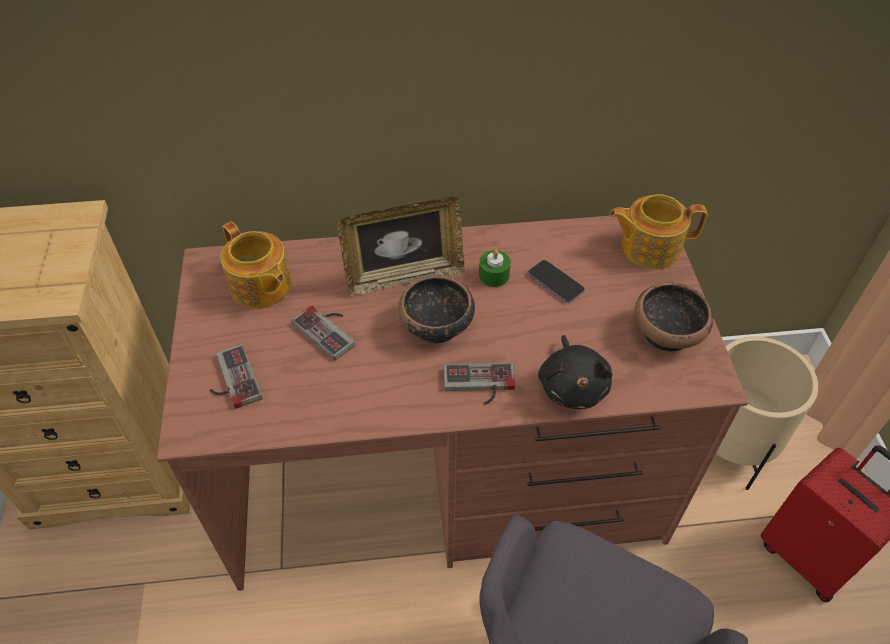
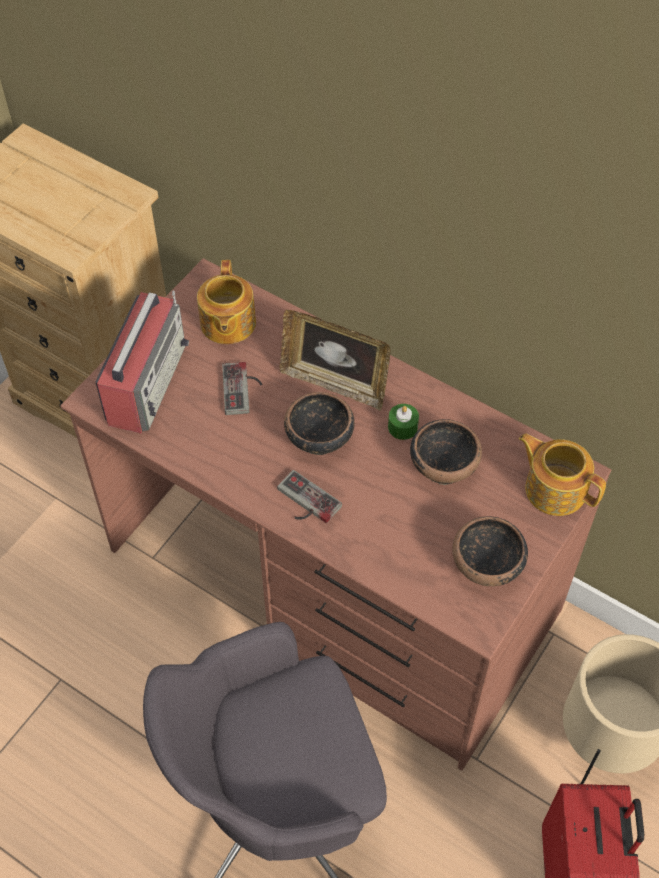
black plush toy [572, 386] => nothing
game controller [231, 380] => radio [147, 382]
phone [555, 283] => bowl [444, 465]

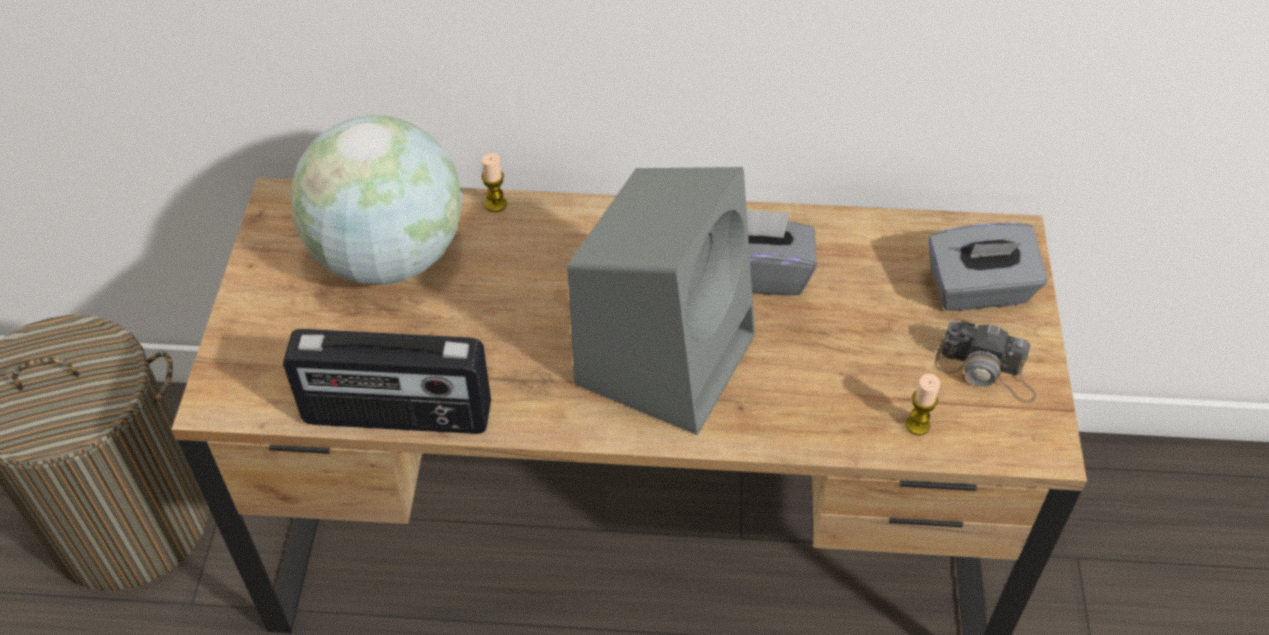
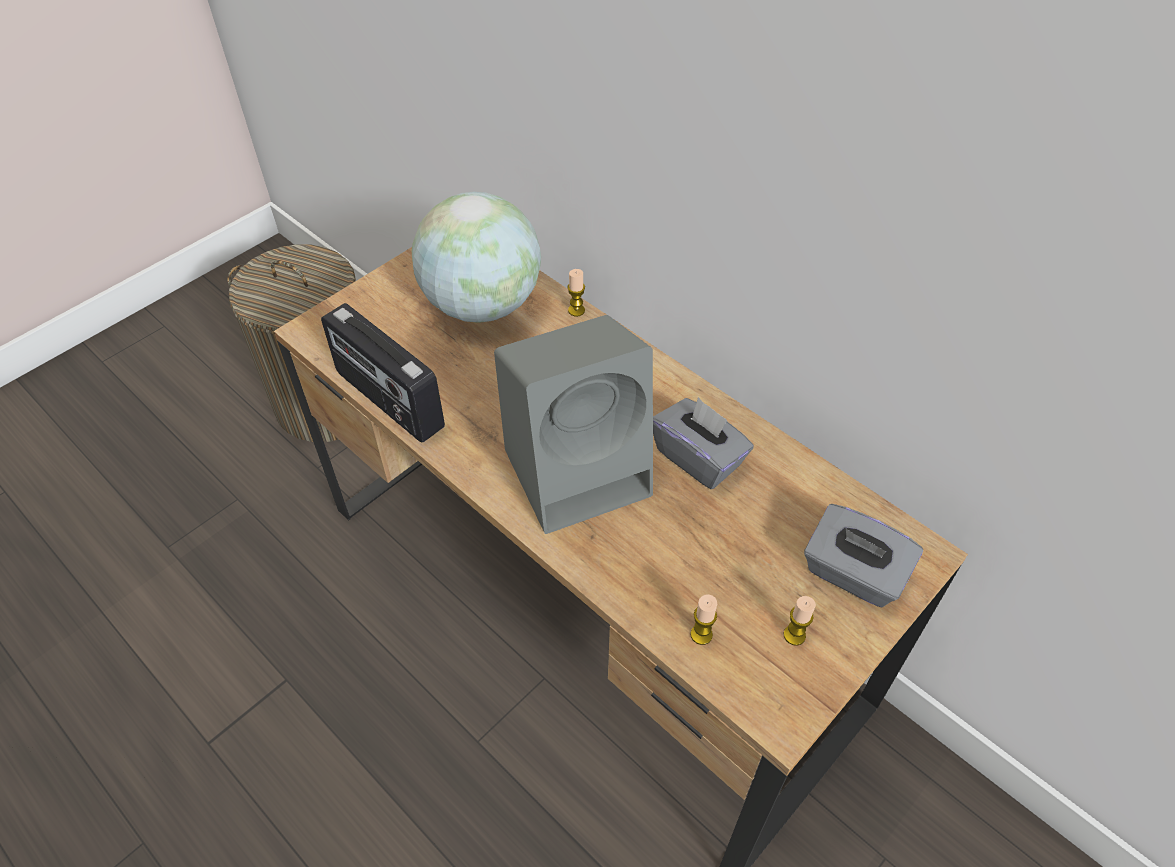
photo camera [986, 372] => candle [794, 635]

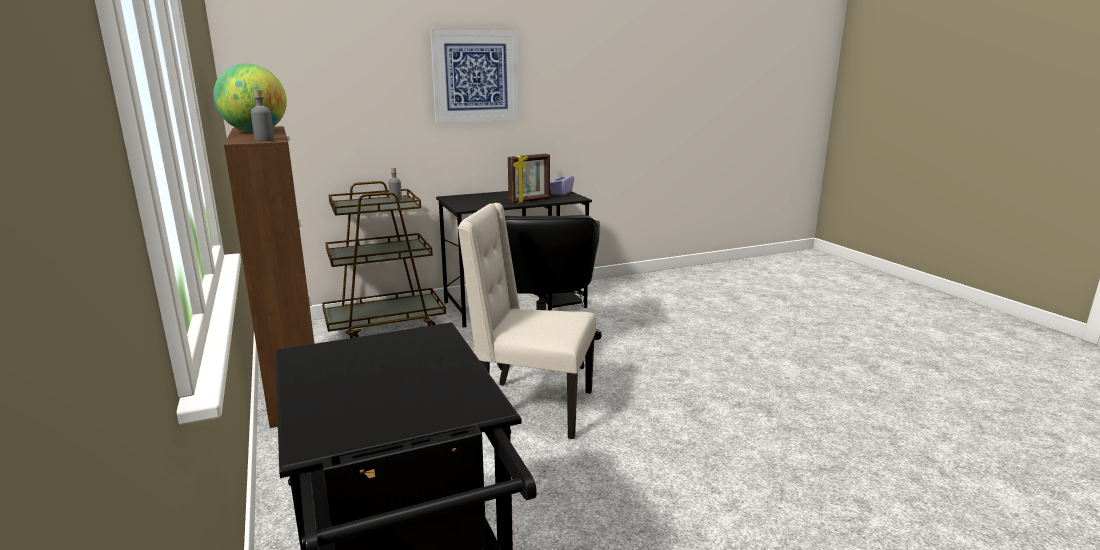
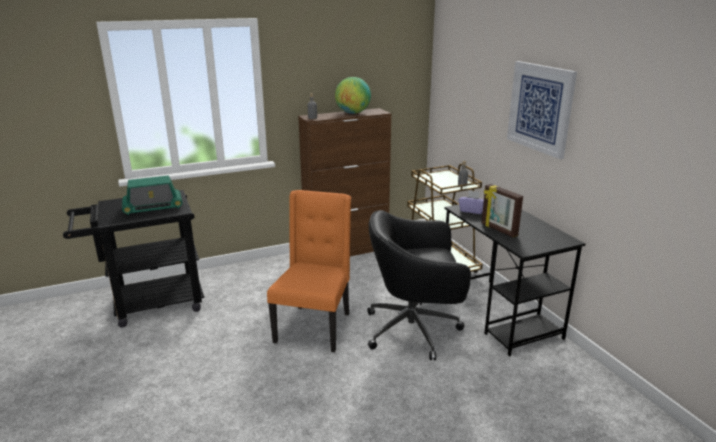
nothing => radio [153, 207]
purple tissue box [561, 193] => purple tissue box [472, 210], moved
beige chair [532, 408] => orange chair [314, 327]

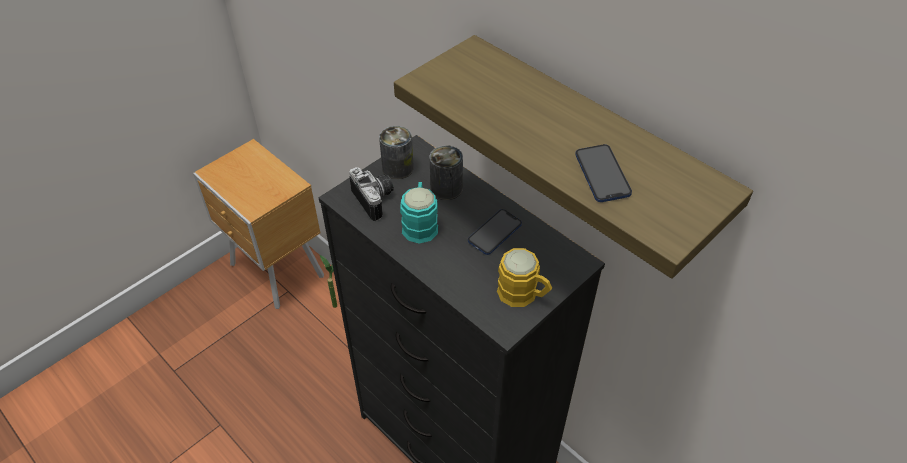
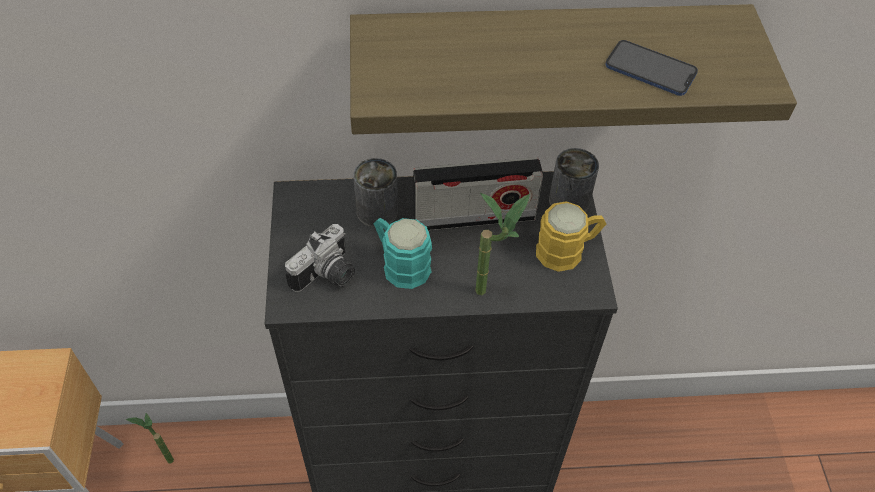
nothing => potted plant [492, 290]
can [397, 168] => can [569, 200], moved
phone [495, 233] => radio [474, 217]
photo camera [376, 199] => photo camera [327, 276], 120 degrees clockwise

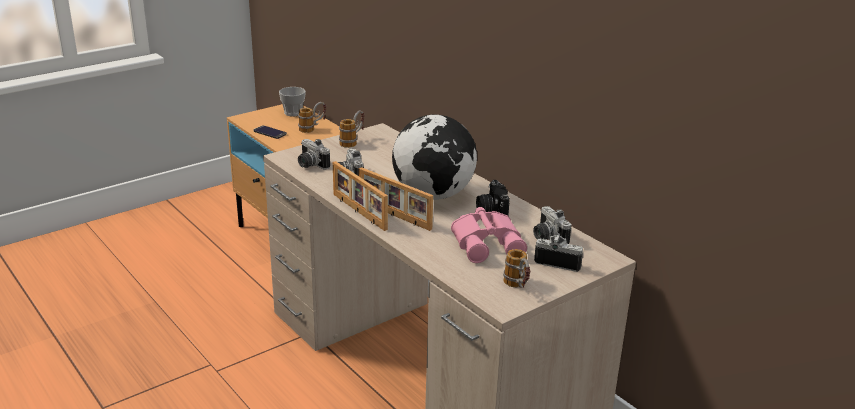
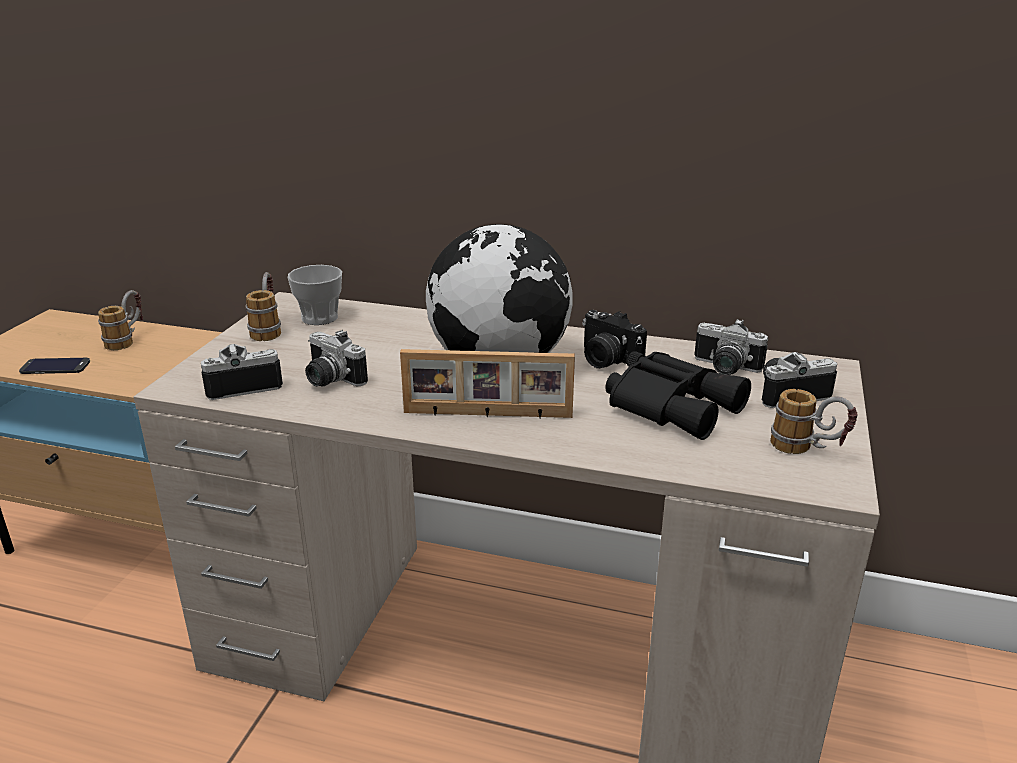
picture frame [358, 212] => nothing
cup [293, 113] => cup [319, 318], moved
pink binoculars [488, 243] => black binoculars [672, 404]
photo camera [310, 165] => photo camera [243, 384], 150 degrees clockwise

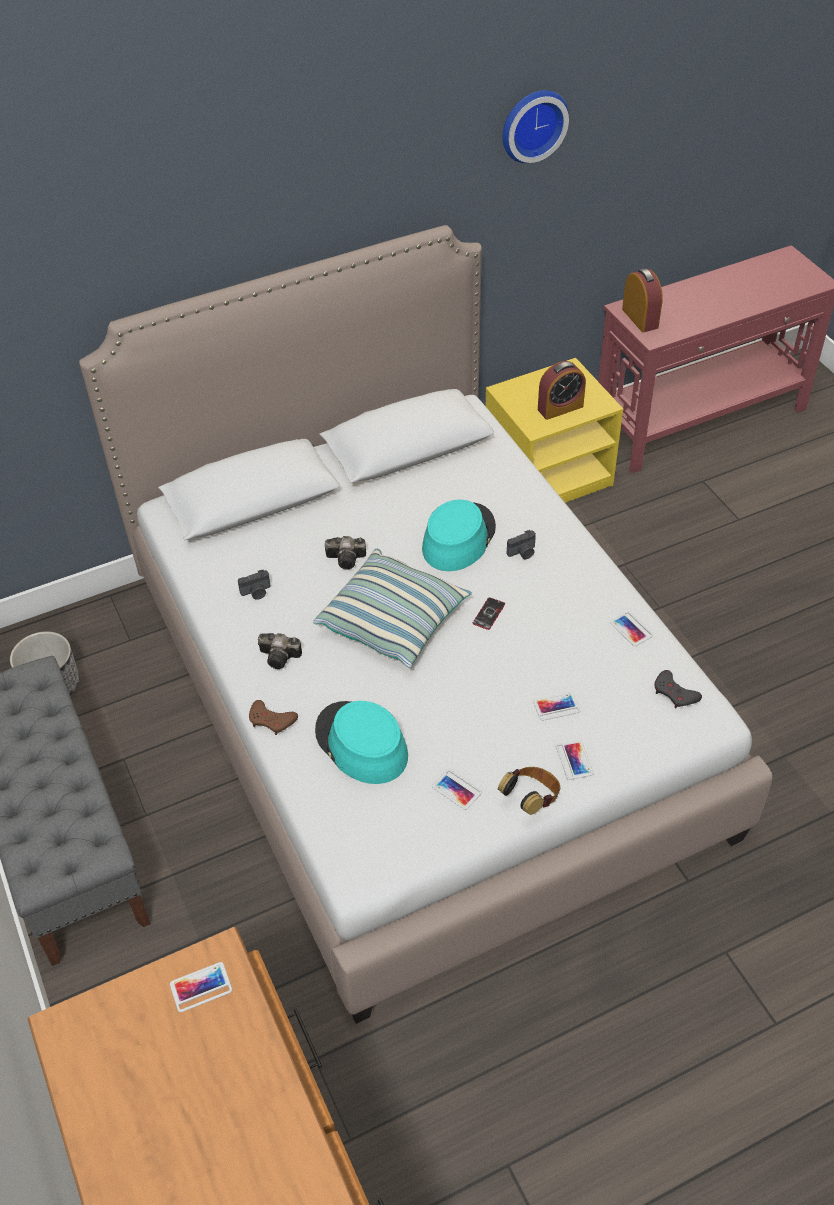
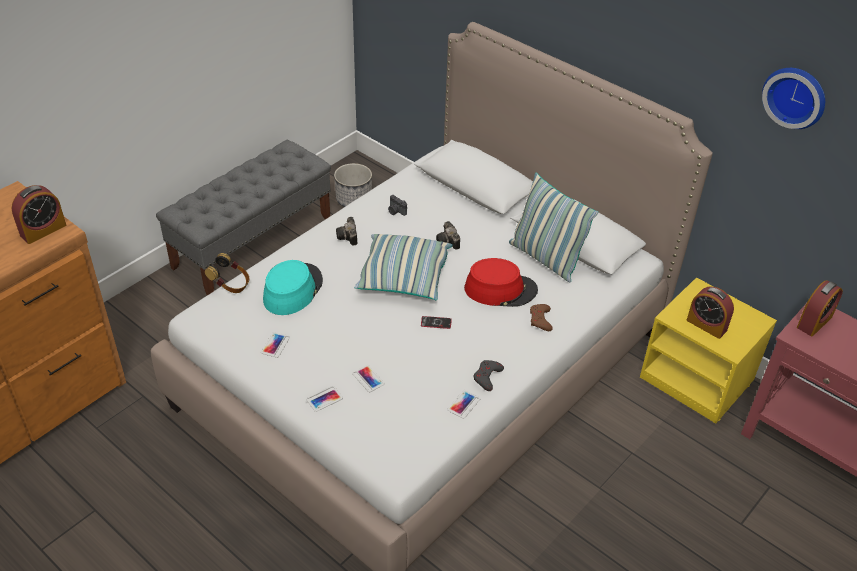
photo camera [523, 553] => nothing
nothing => pillow [545, 258]
brown game controller [271, 720] => brown game controller [540, 320], moved
headphones [531, 799] => headphones [231, 285], moved
grey game controller [675, 693] => grey game controller [487, 377], moved
phone [201, 987] => alarm clock [43, 230]
turquoise hat [458, 538] => red hat [500, 289]

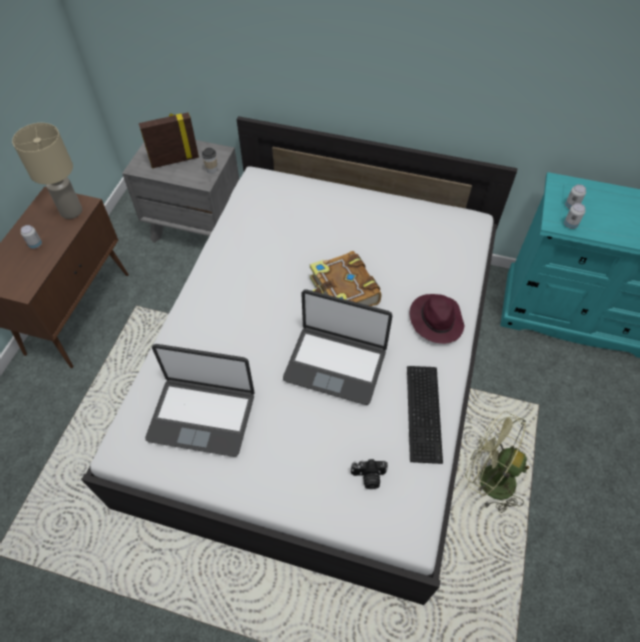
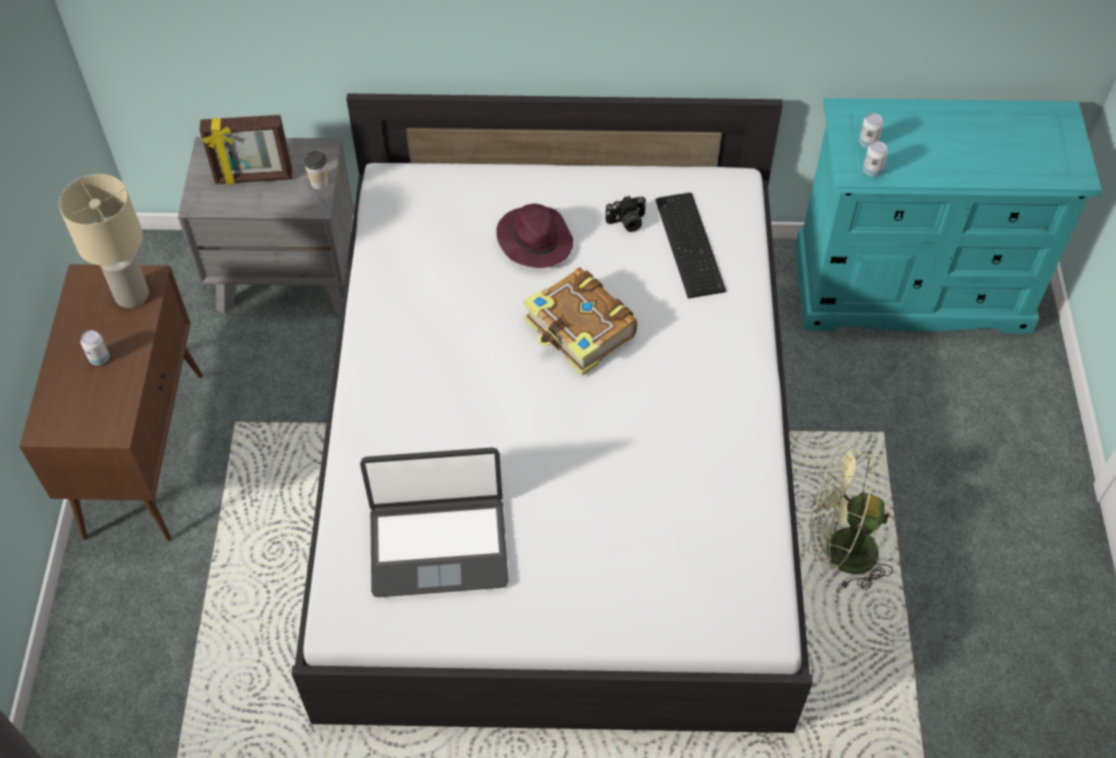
laptop [335, 364] => nothing
photo camera [368, 477] => photo camera [627, 222], moved
keyboard [425, 411] => keyboard [691, 243], moved
purple hat [435, 320] => purple hat [534, 240], moved
picture frame [174, 160] => picture frame [254, 178], 150 degrees counterclockwise

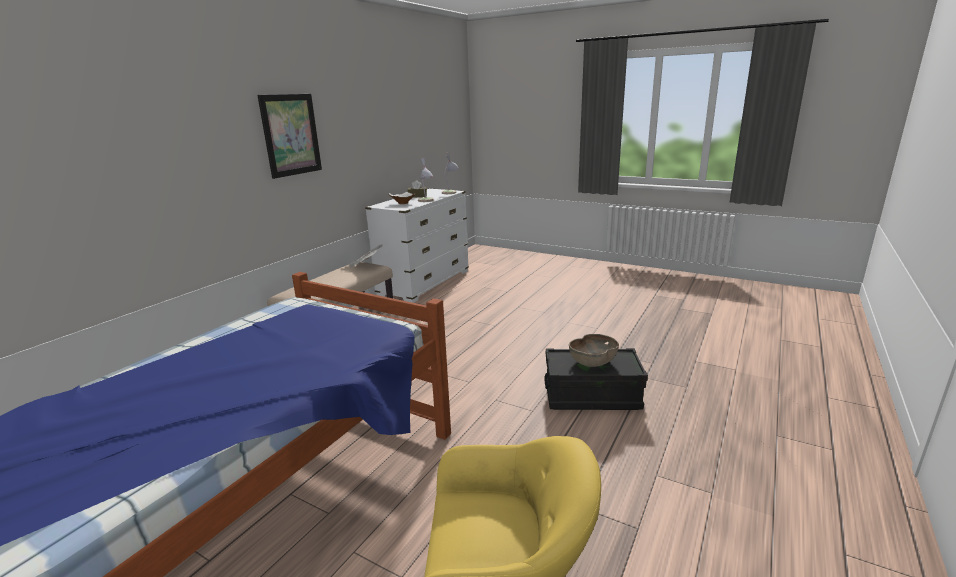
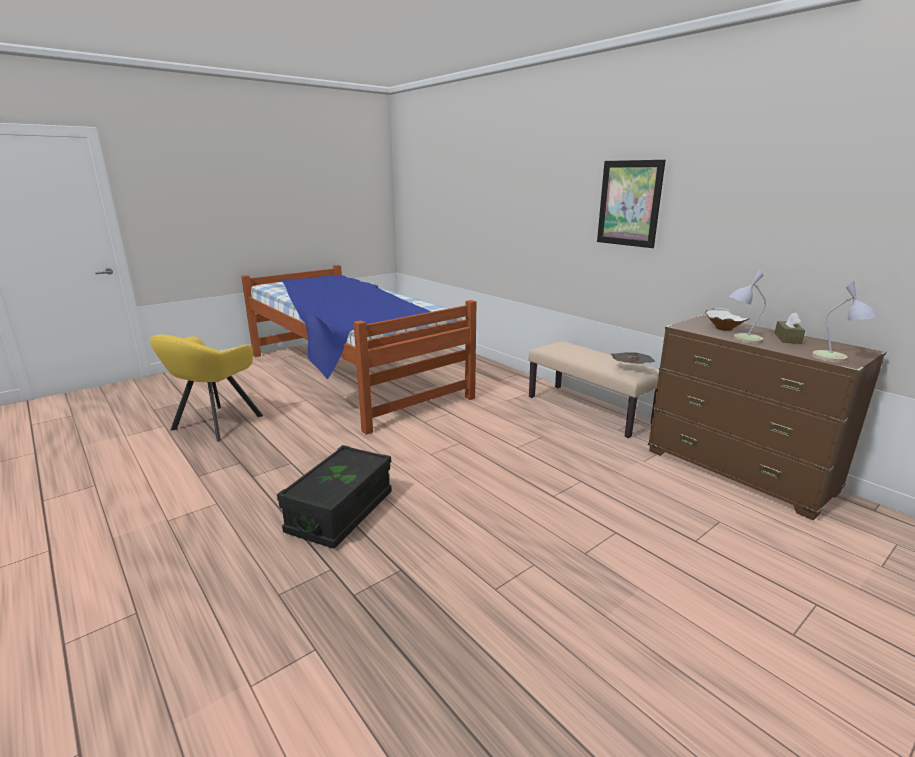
brown bowl [593, 362] => nothing
white dresser [425, 283] => brown dresser [738, 471]

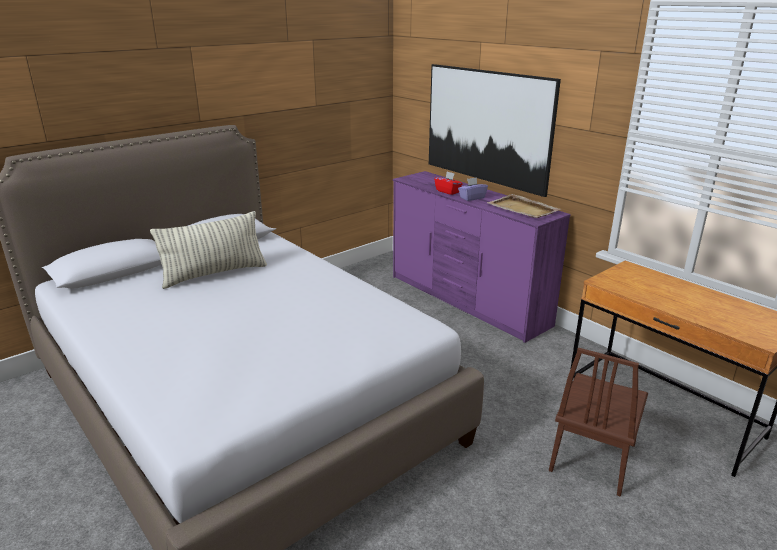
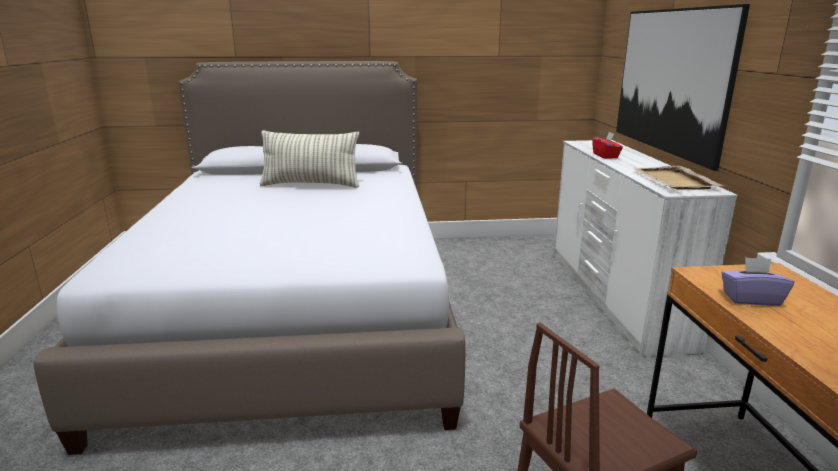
purple tissue box [472, 198] => purple tissue box [751, 299], moved
purple dresser [467, 301] => white dresser [614, 296]

